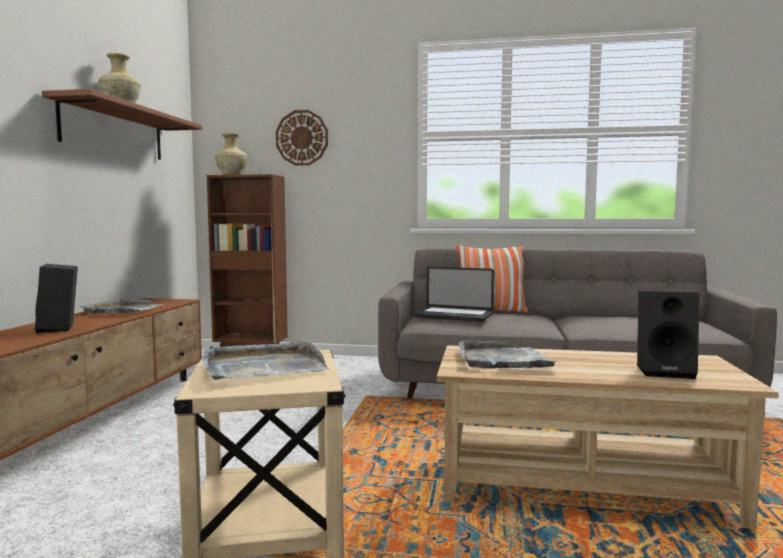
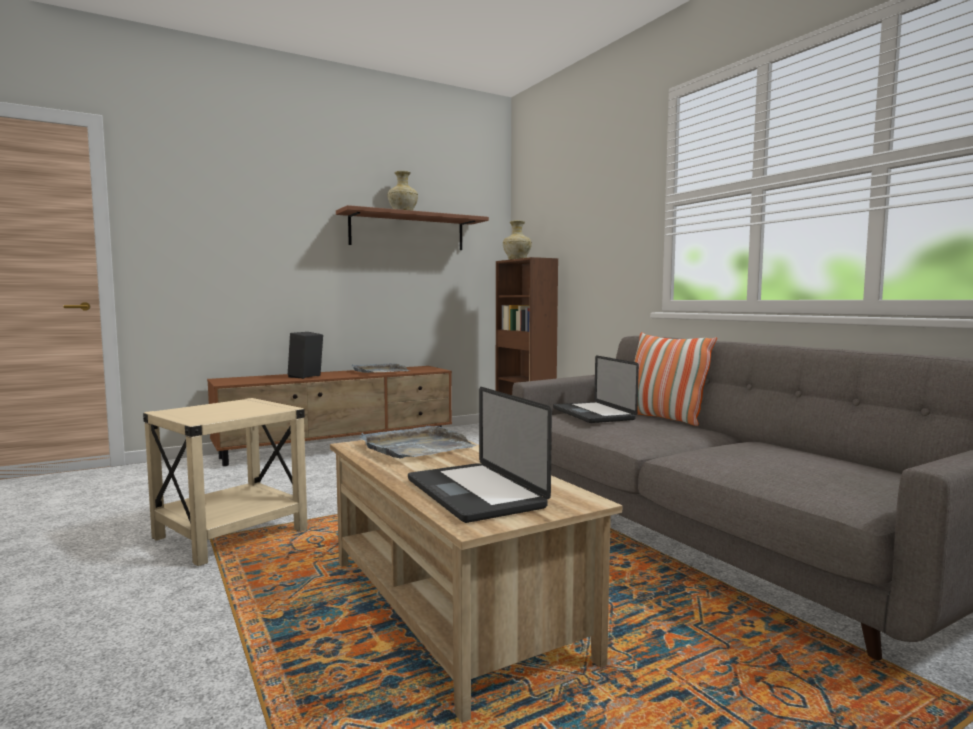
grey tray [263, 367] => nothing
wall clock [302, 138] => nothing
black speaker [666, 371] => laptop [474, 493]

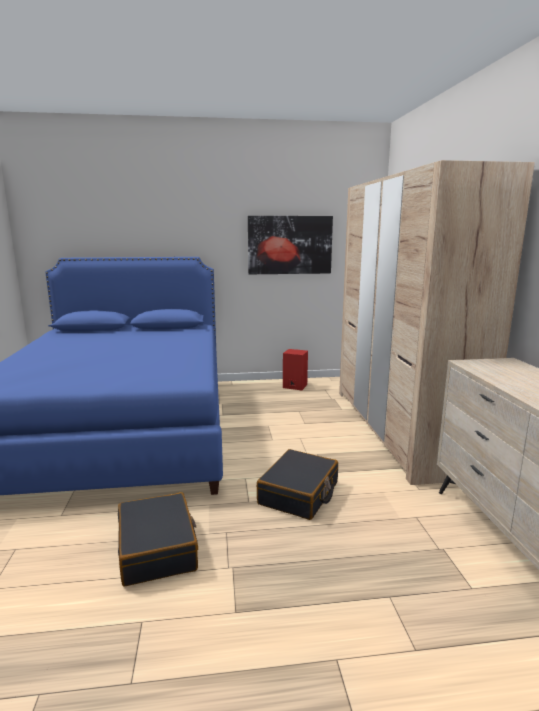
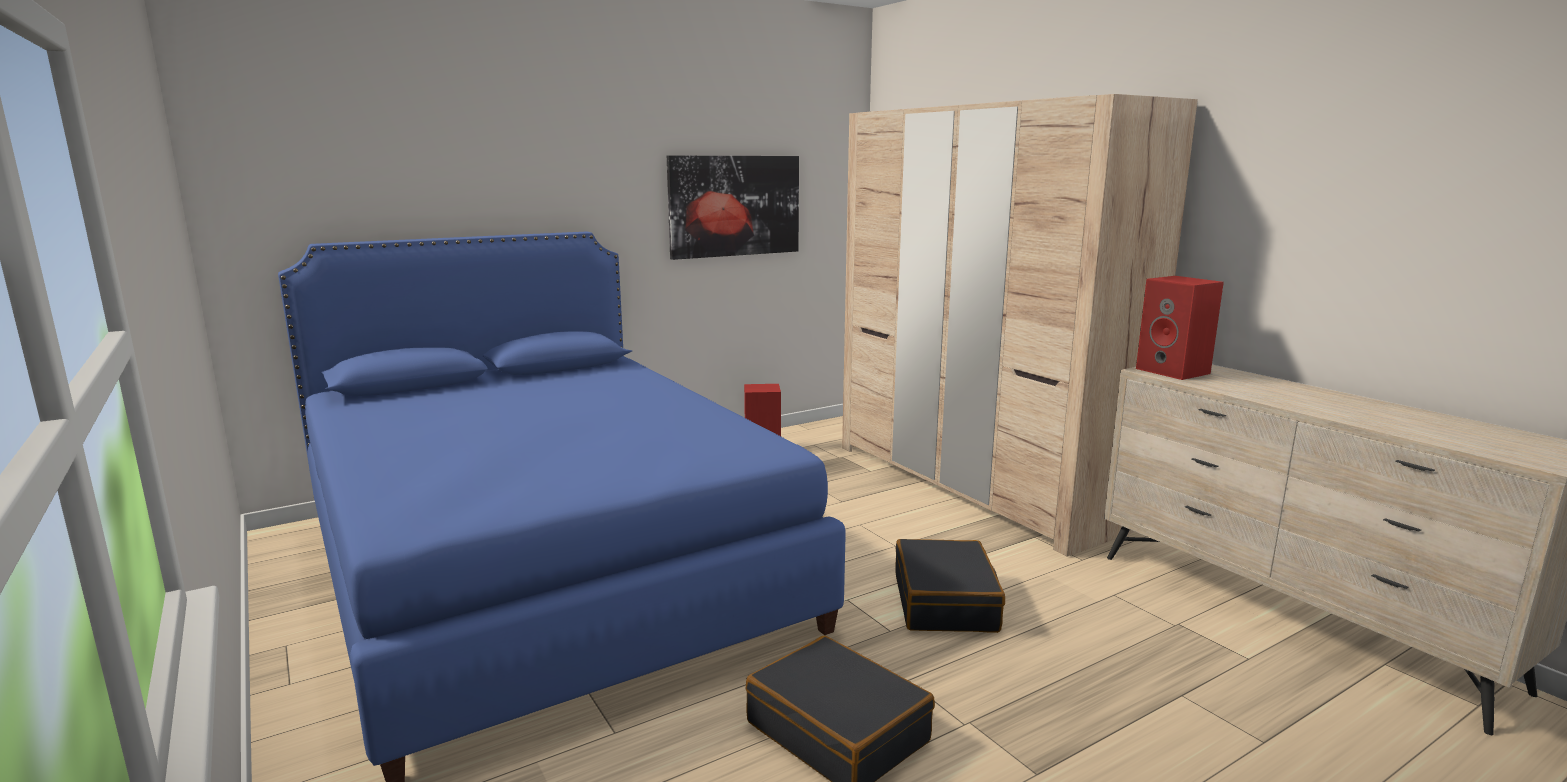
nothing => red speaker [1175, 371]

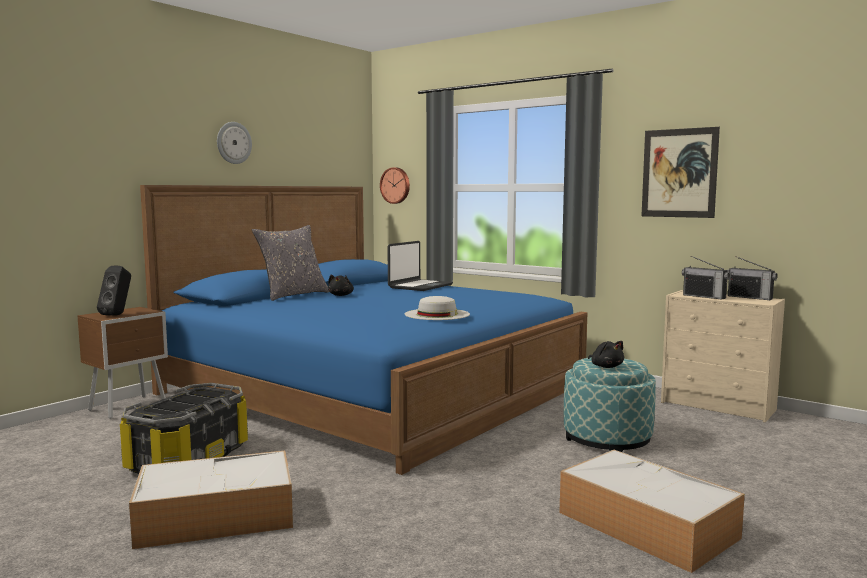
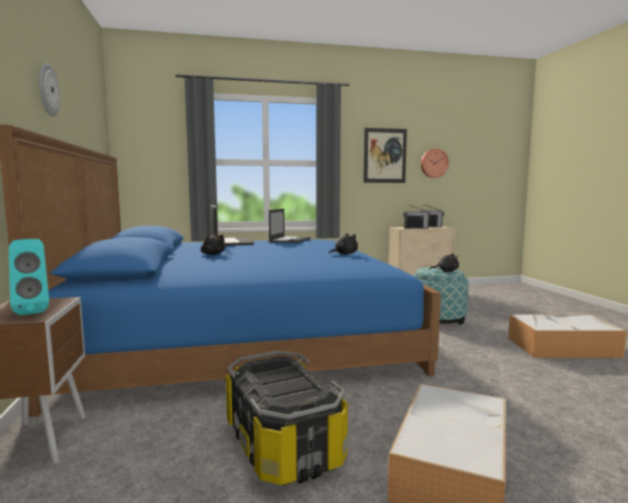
grey pillow [292, 295] => nothing
nothing => laptop [290, 240]
wall clock [396, 185] => wall clock [433, 163], moved
white hat [437, 314] => black plush toy [344, 254]
black speaker [118, 315] => turquoise speaker [33, 312]

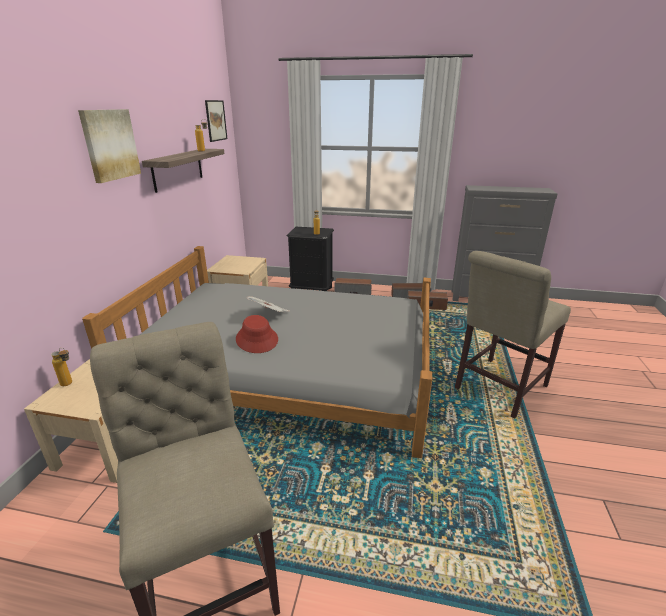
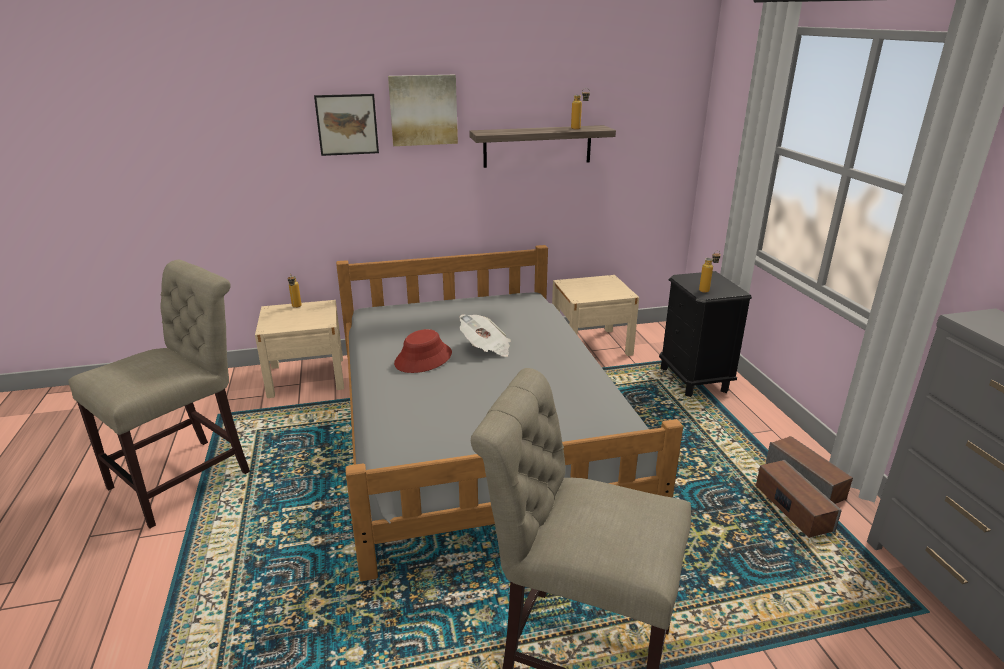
speaker [353, 292] => nothing
picture [216, 120] => picture [347, 124], moved

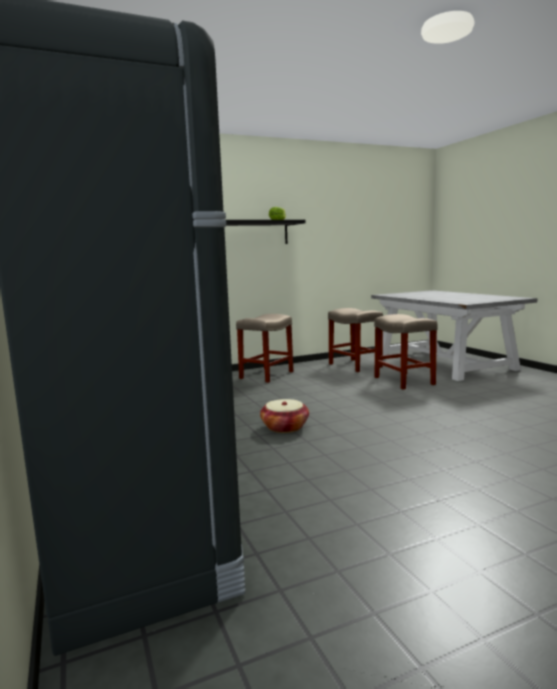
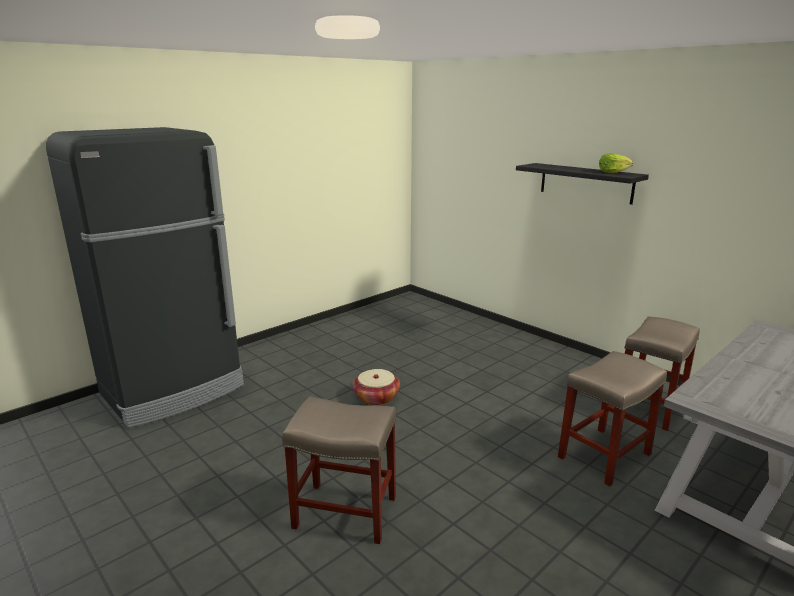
beige stool [266, 375] => beige stool [343, 512], moved

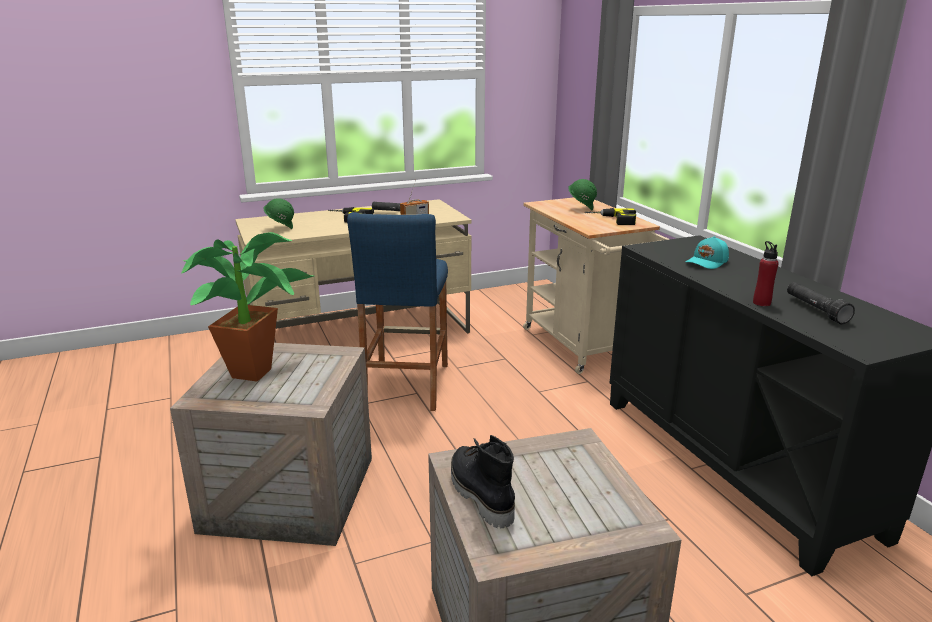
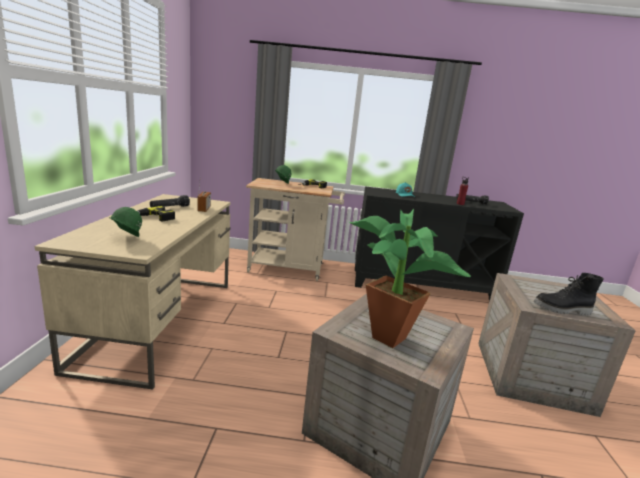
blue stool [406, 385] => nothing

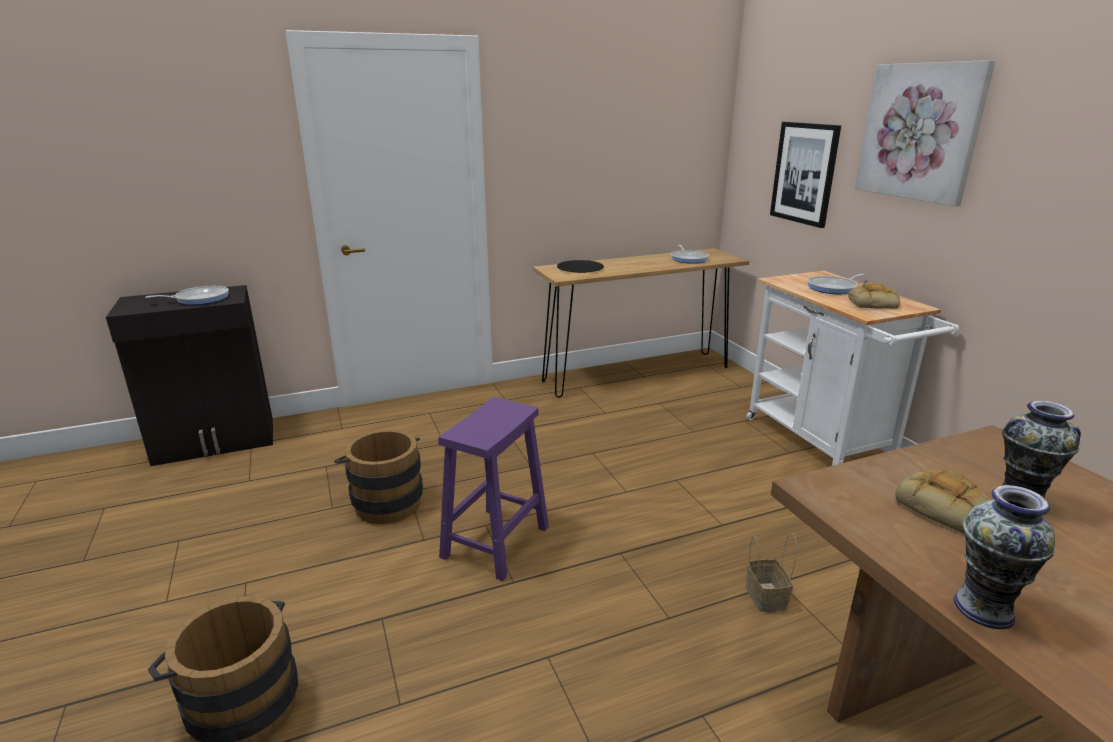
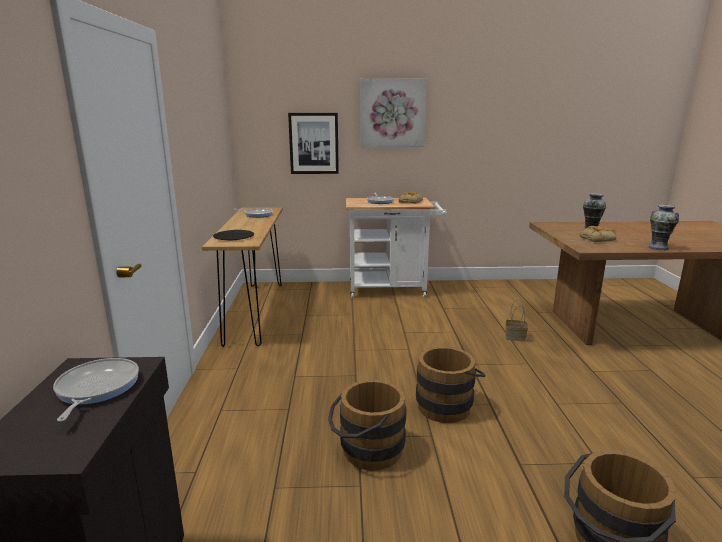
purple stool [495, 543] => brown bucket [447, 405]

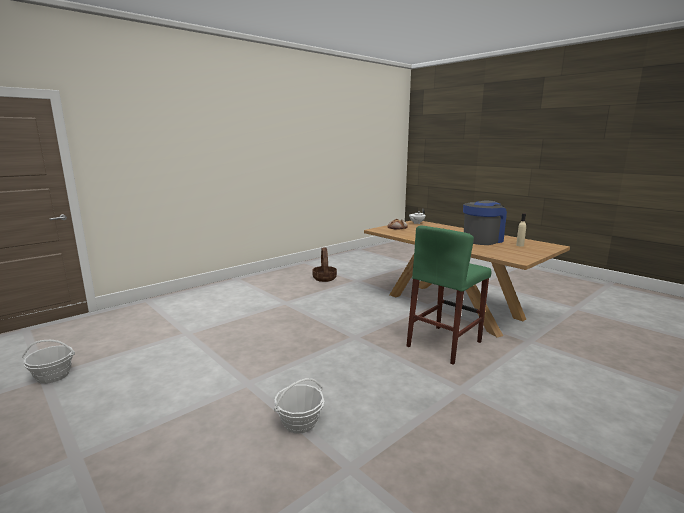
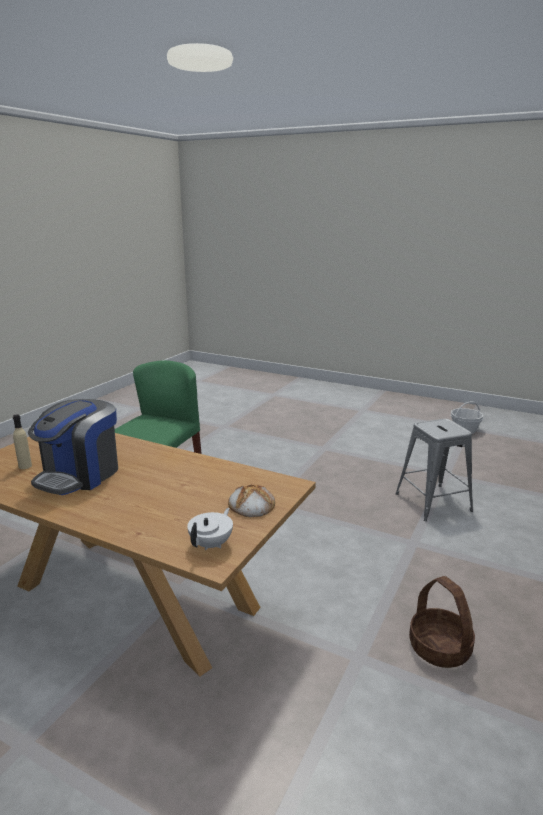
basket [300, 422] => nothing
nothing => grey stool [432, 502]

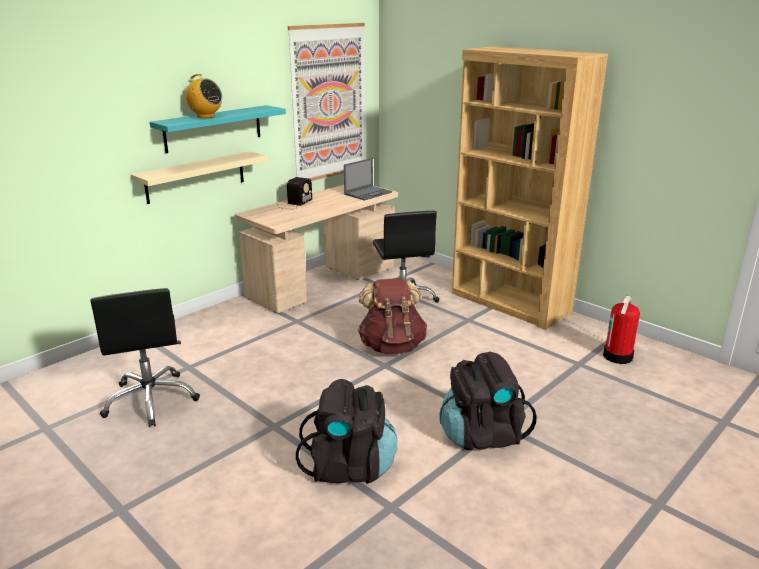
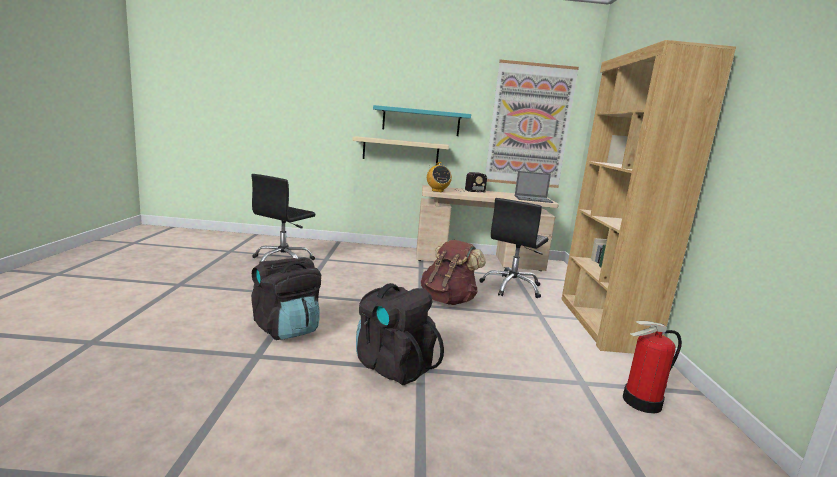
radio [205, 116] => radio [437, 191], moved

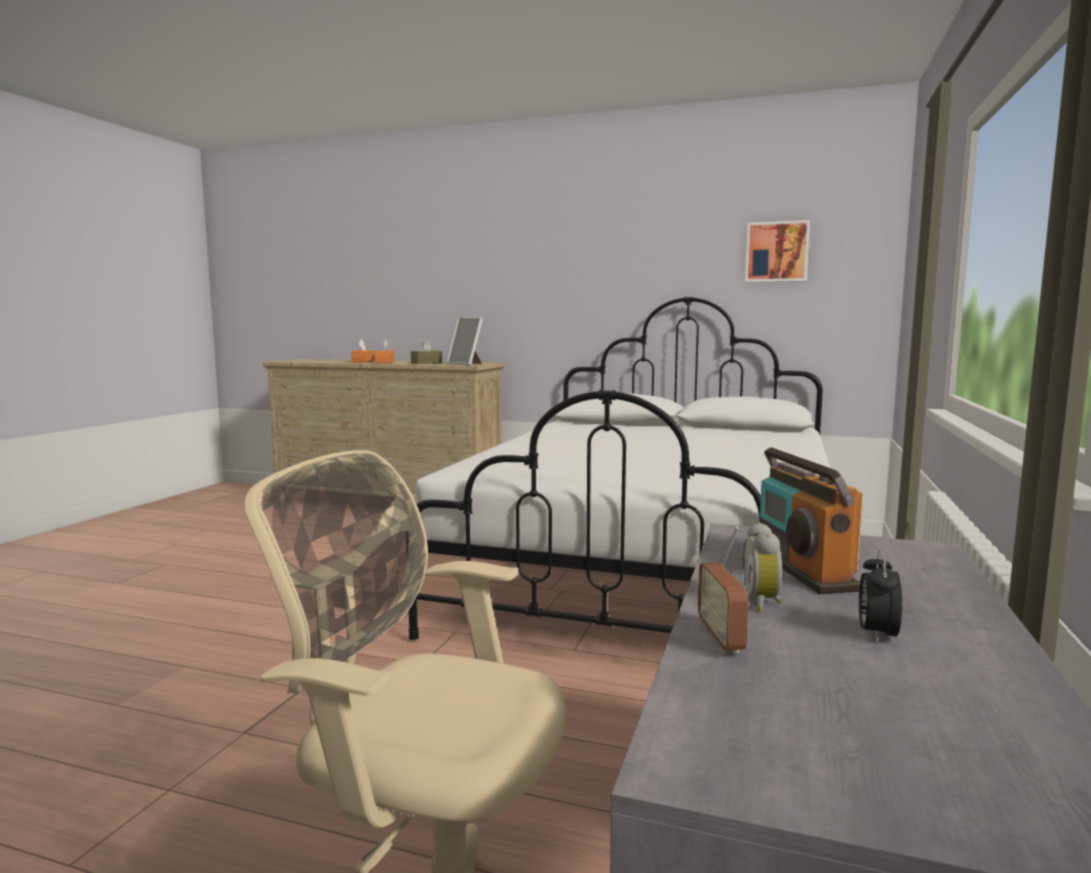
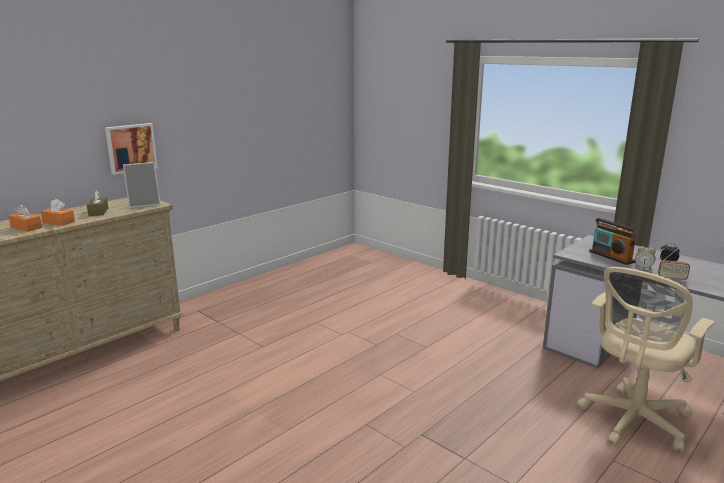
white bed [654, 576] => nothing
picture [776, 252] => picture [131, 148], moved
radio [801, 568] => radio [611, 257], 45 degrees clockwise

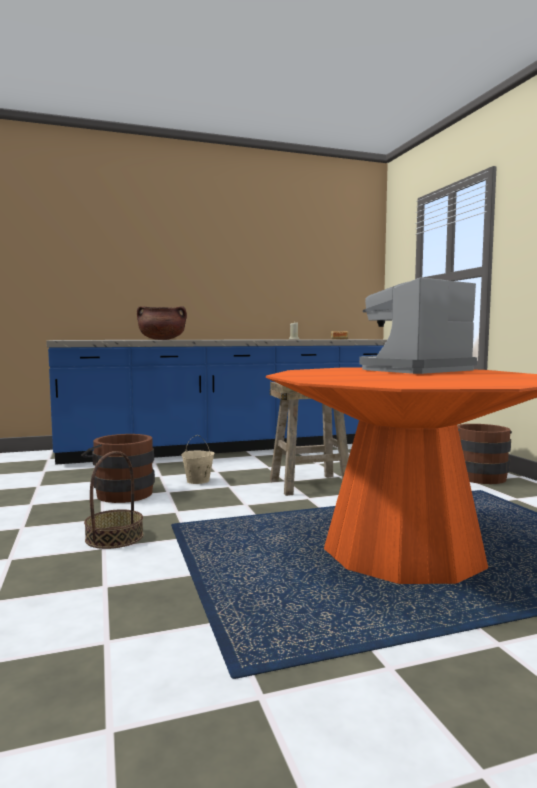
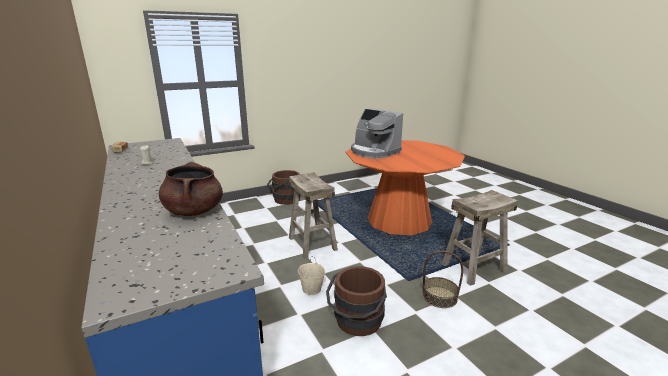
nothing => beige stool [474, 268]

